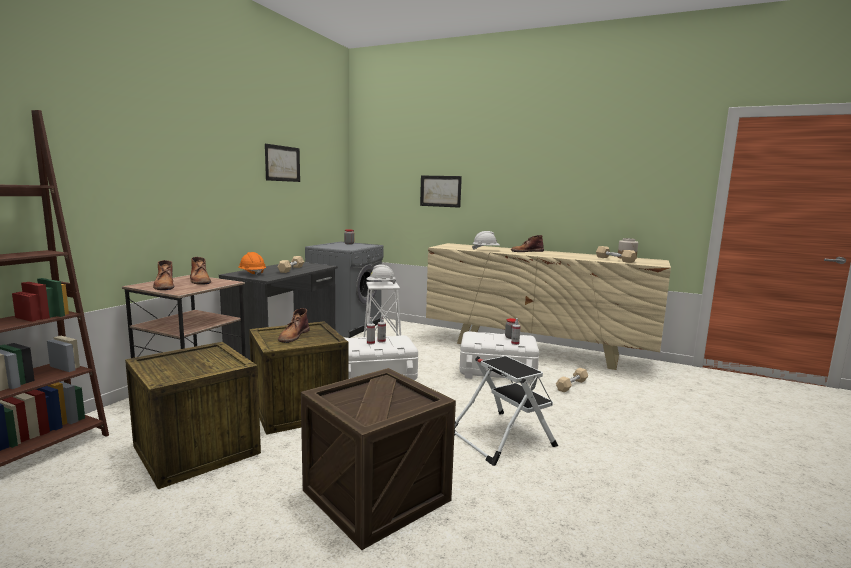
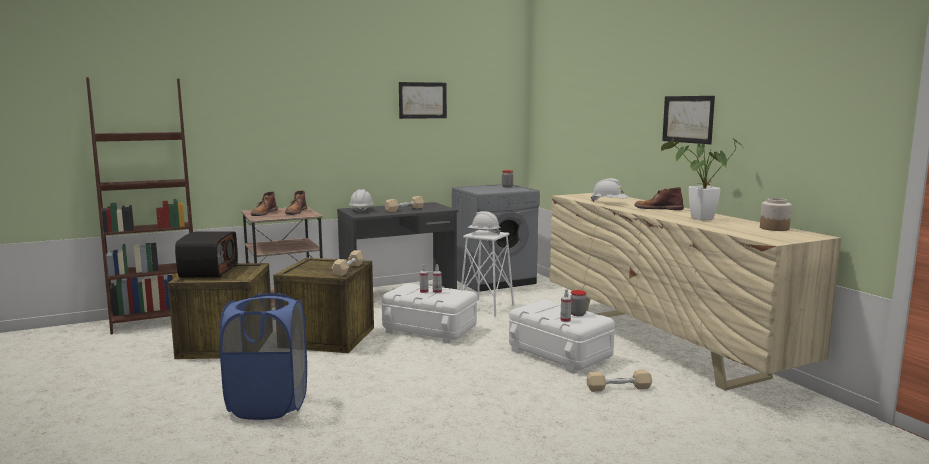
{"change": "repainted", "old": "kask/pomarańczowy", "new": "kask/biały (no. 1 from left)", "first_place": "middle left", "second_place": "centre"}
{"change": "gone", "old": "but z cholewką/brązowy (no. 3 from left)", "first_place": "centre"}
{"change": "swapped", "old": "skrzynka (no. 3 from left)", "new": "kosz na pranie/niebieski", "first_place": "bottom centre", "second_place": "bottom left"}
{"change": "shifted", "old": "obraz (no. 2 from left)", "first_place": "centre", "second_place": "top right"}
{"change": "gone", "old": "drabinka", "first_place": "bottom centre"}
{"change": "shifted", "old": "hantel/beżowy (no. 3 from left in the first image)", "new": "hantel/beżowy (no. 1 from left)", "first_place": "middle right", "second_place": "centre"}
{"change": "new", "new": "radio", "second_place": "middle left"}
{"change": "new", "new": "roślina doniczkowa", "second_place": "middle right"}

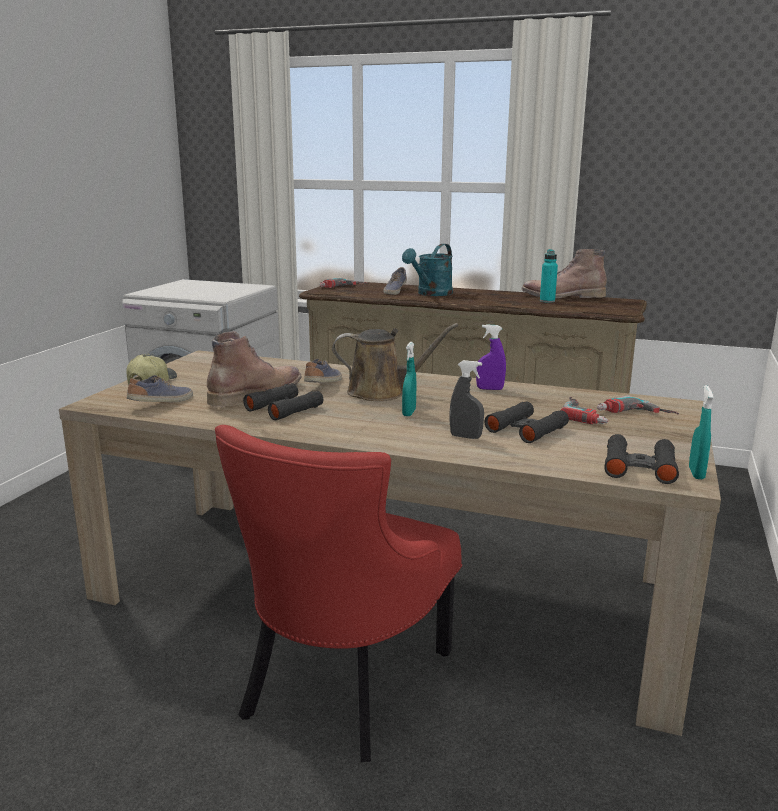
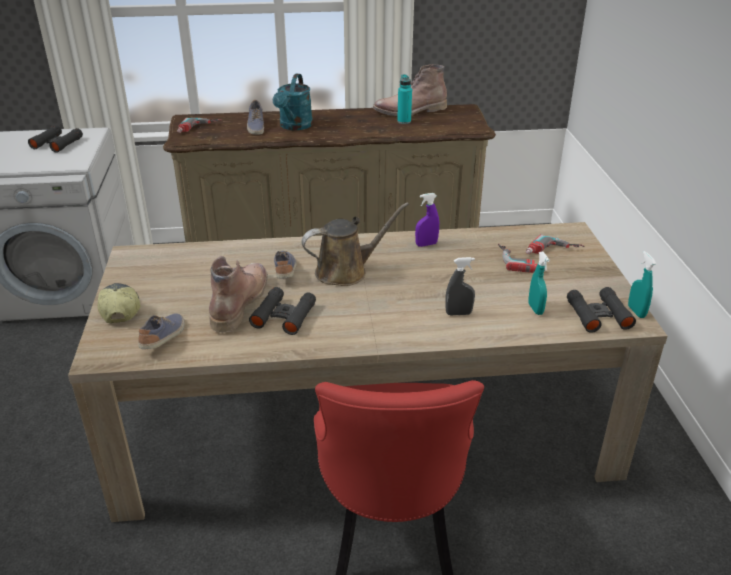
{"change": "shifted", "old": "spryskiwacz/turkusowy (no. 1 from left)", "first_place": "centre", "second_place": "middle right"}
{"change": "shifted", "old": "lornetka/czarny (no. 2 from left in the first image)", "new": "lornetka/czarny (no. 1 from left)", "first_place": "middle right", "second_place": "top left"}

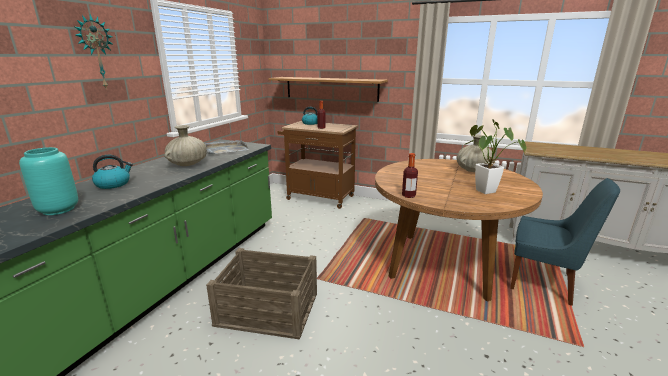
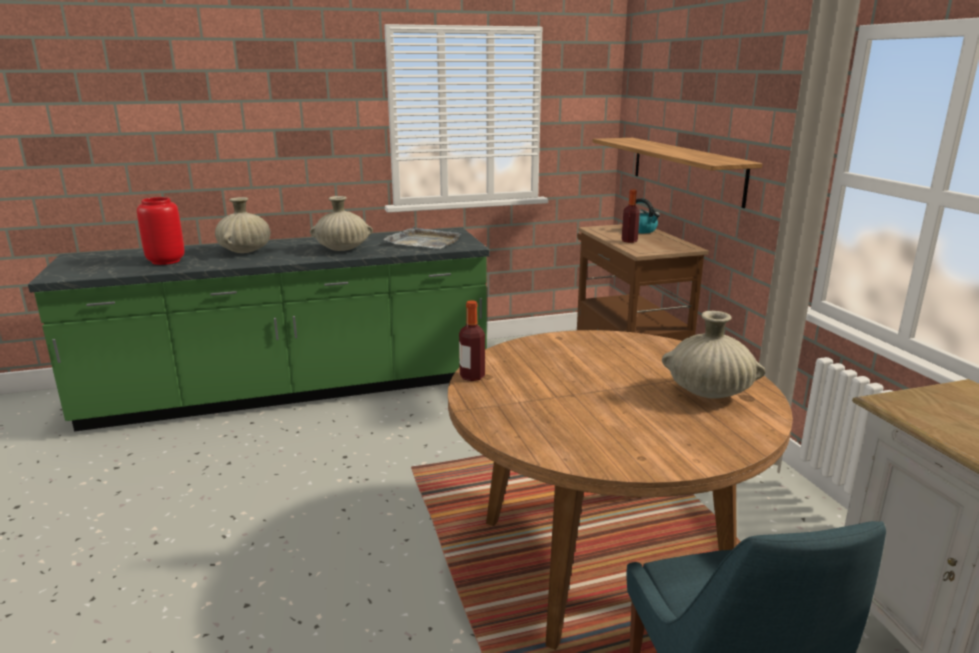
{"change": "repainted", "old": "wazon/turkusowy", "new": "wazon/czerwony", "first_place": "middle left", "second_place": "middle left"}
{"change": "gone", "old": "zegar ścienny", "first_place": "top left"}
{"change": "swapped", "old": "czajnik (no. 1 from left)", "new": "wazon/beżowy (no. 1 from left)", "first_place": "middle left", "second_place": "middle left"}
{"change": "gone", "old": "skrzynka", "first_place": "bottom centre"}
{"change": "gone", "old": "roślina doniczkowa", "first_place": "middle right"}

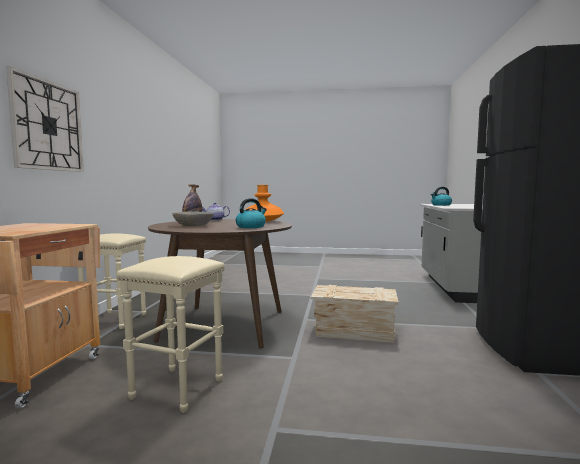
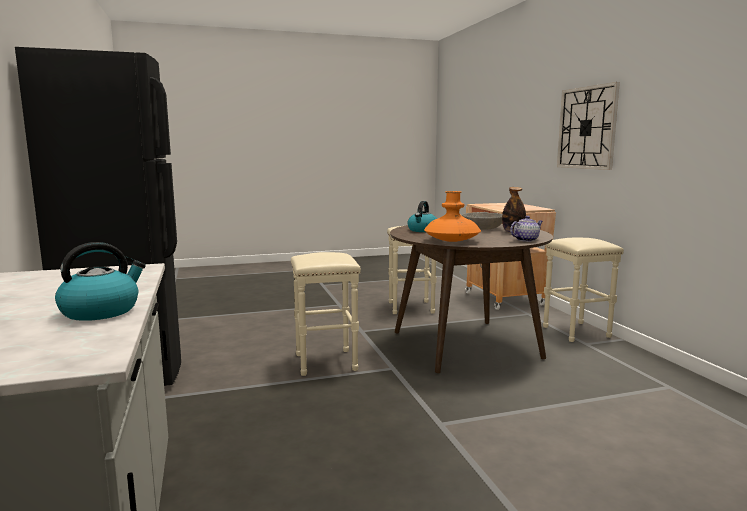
{"change": "swapped", "old": "skrzynka", "new": "stołek/beżowy (no. 1 from left)", "first_place": "bottom centre", "second_place": "centre"}

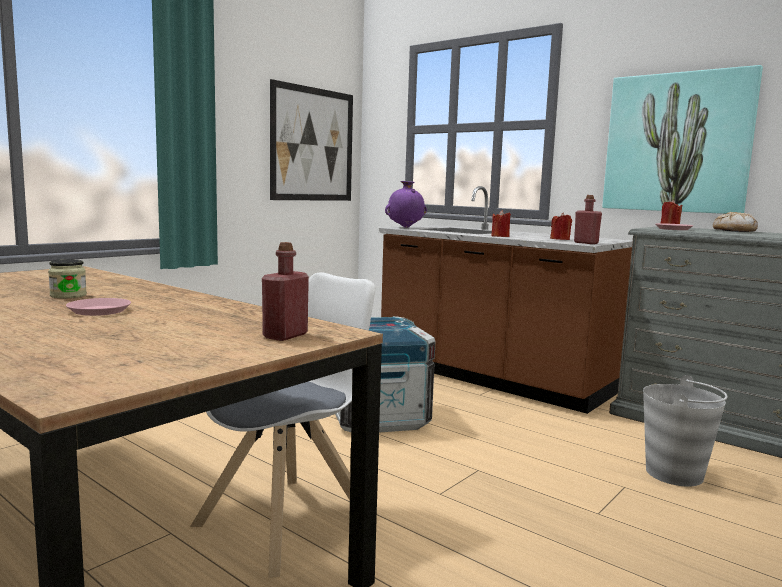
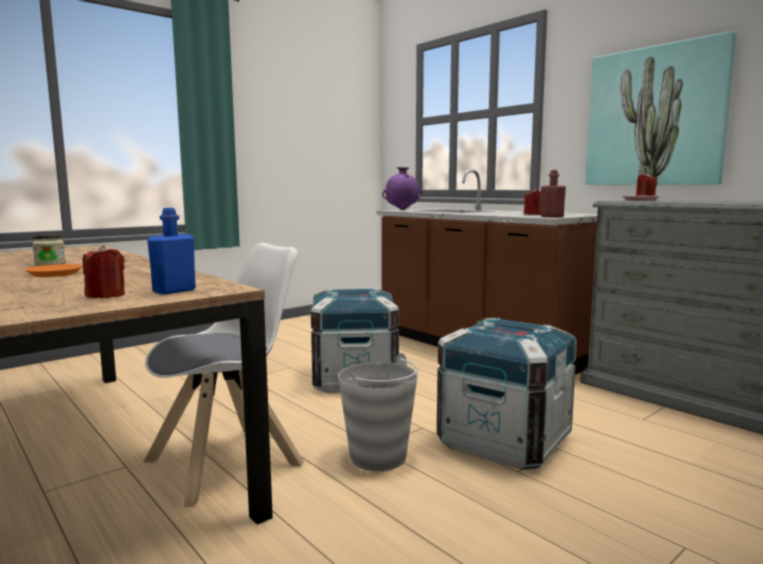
{"change": "repainted", "old": "talerz/różowy (no. 1 from left)", "new": "talerz/pomarańczowy", "first_place": "middle left", "second_place": "middle left"}
{"change": "repainted", "old": "butelka/czerwony (no. 1 from left)", "new": "butelka/niebieski", "first_place": "centre", "second_place": "middle left"}
{"change": "gone", "old": "obraz (no. 1 from left)", "first_place": "top centre"}
{"change": "shifted", "old": "świeca/czerwony (no. 1 from left)", "first_place": "centre", "second_place": "middle left"}
{"change": "shifted", "old": "wiadro/szary", "first_place": "bottom right", "second_place": "bottom centre"}
{"change": "gone", "old": "chleb", "first_place": "middle right"}
{"change": "new", "new": "skrzynka (no. 2 from left)", "second_place": "bottom centre"}

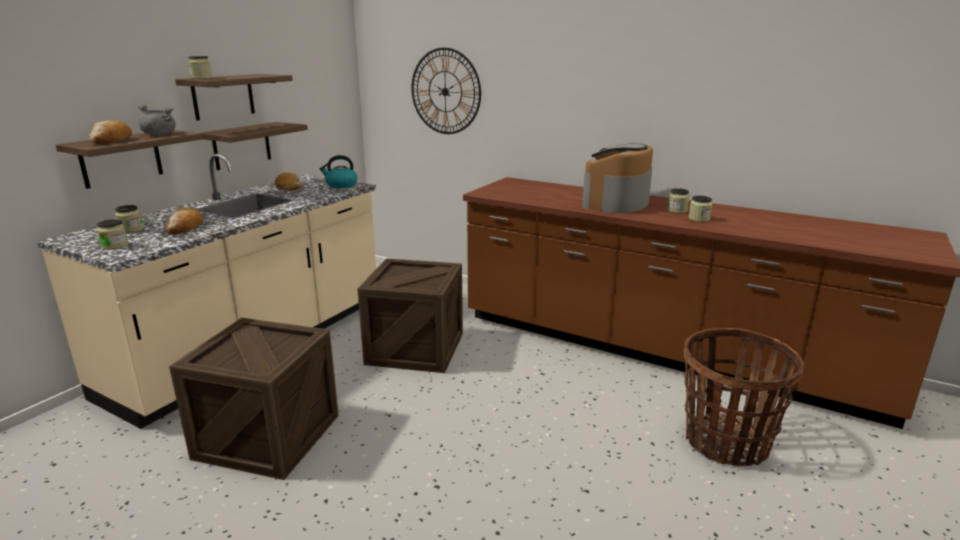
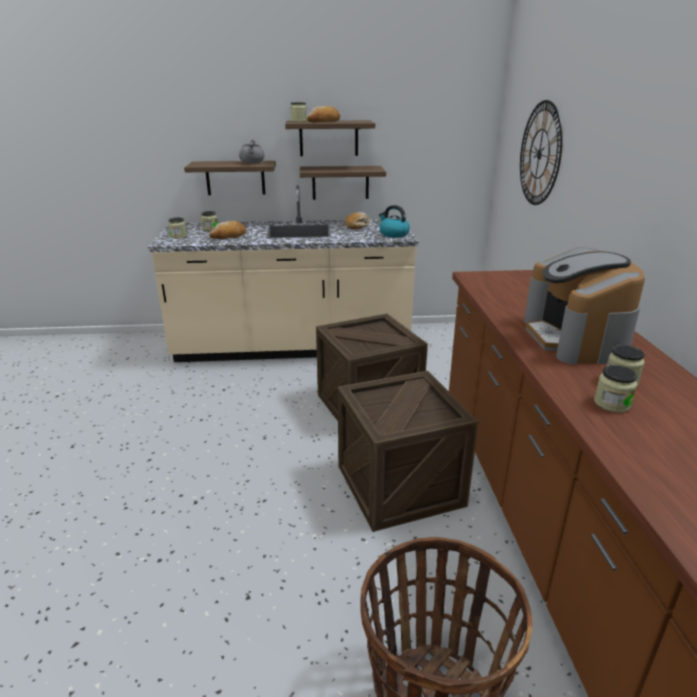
{"change": "shifted", "old": "chleb (no. 1 from left in the first image)", "new": "chleb (no. 2 from left)", "first_place": "top left", "second_place": "top centre"}
{"change": "shifted", "old": "skrzynka (no. 1 from left in the first image)", "new": "skrzynka (no. 2 from left)", "first_place": "bottom left", "second_place": "centre"}
{"change": "rotated", "old": "ekspres do kawy", "first_place": "top centre", "second_place": "middle right", "degrees": -90}

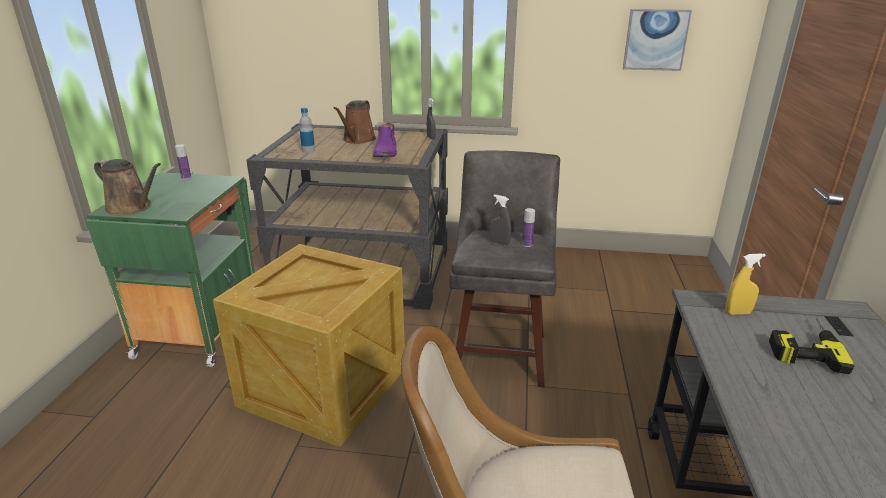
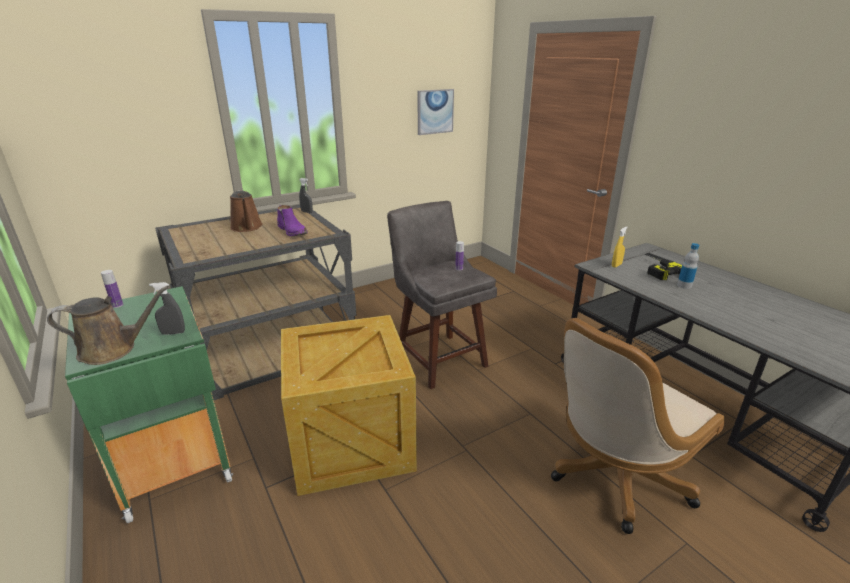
{"change": "shifted", "old": "butelka (no. 2 from left in the first image)", "new": "butelka (no. 3 from left)", "first_place": "top centre", "second_place": "middle right"}
{"change": "shifted", "old": "spryskiwacz/szary (no. 2 from left in the first image)", "new": "spryskiwacz/szary (no. 1 from left)", "first_place": "centre", "second_place": "middle left"}

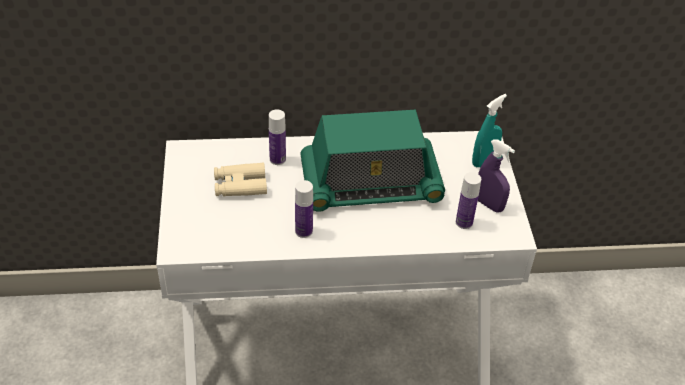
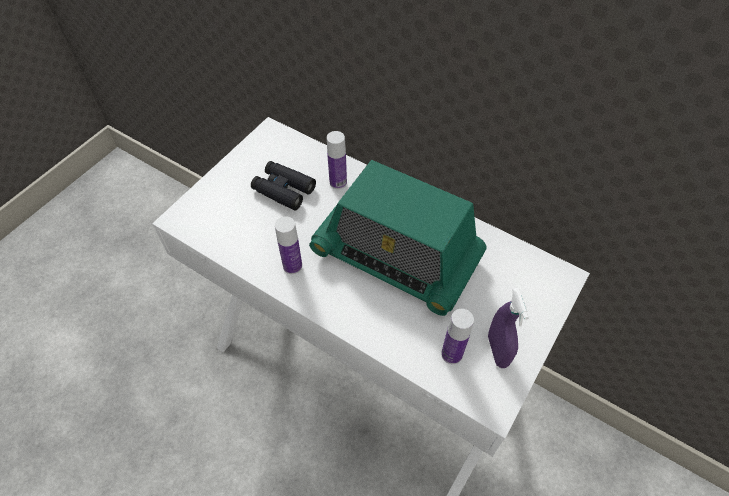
{"change": "repainted", "old": "lornetka/beżowy", "new": "lornetka/czarny", "first_place": "centre", "second_place": "centre"}
{"change": "gone", "old": "spryskiwacz/turkusowy", "first_place": "middle right"}

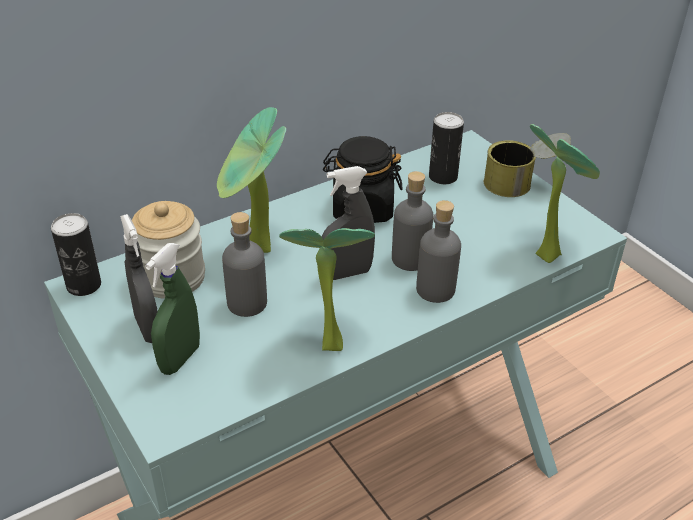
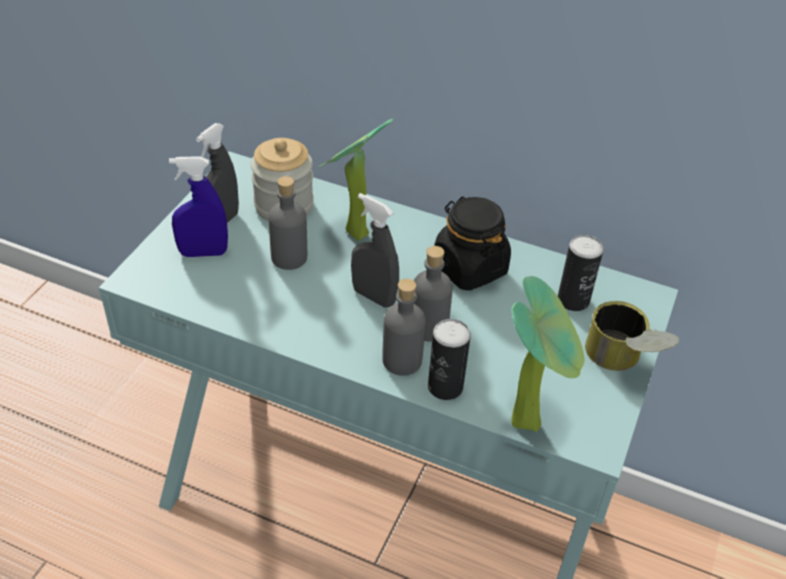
{"change": "shifted", "old": "puszka (no. 1 from left)", "first_place": "middle left", "second_place": "centre"}
{"change": "repainted", "old": "spryskiwacz/zielony", "new": "spryskiwacz/niebieski", "first_place": "middle left", "second_place": "middle left"}
{"change": "gone", "old": "roślina doniczkowa (no. 2 from left)", "first_place": "centre"}

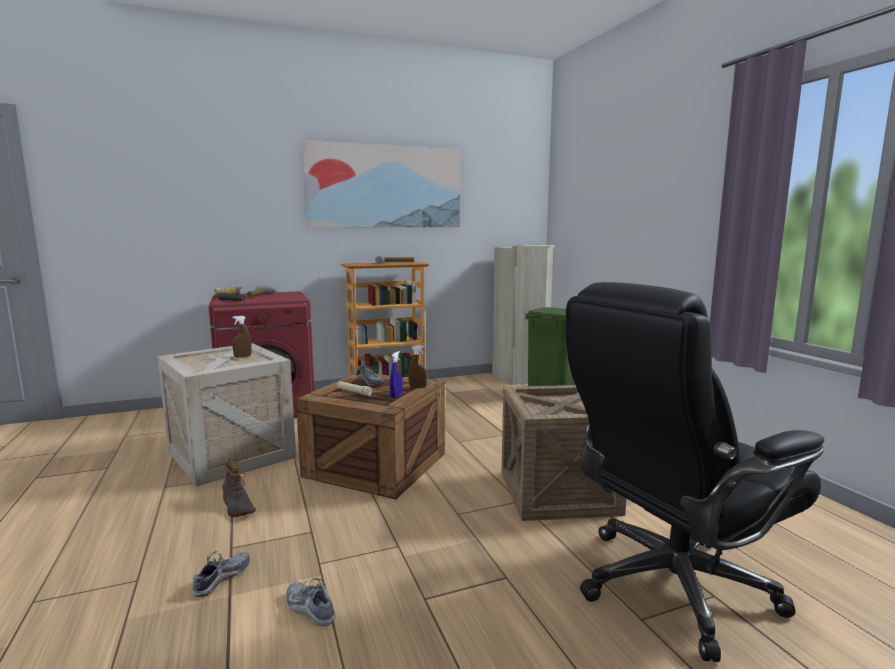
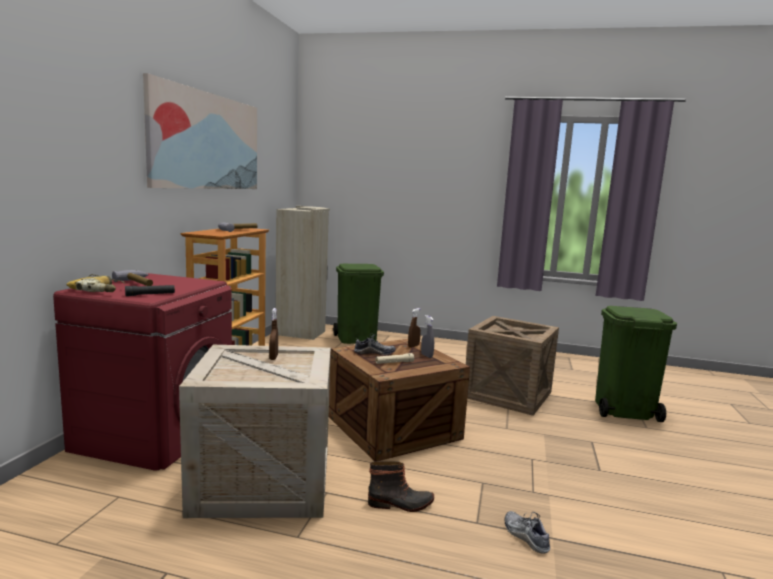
{"change": "gone", "old": "but (no. 2 from left)", "first_place": "bottom centre"}
{"change": "repainted", "old": "spryskiwacz/niebieski", "new": "spryskiwacz/szary", "first_place": "centre", "second_place": "centre"}
{"change": "swapped", "old": "krzesło biurowe/czarny", "new": "kosz na śmieci/zielony (no. 2 from left)", "first_place": "bottom right", "second_place": "middle right"}

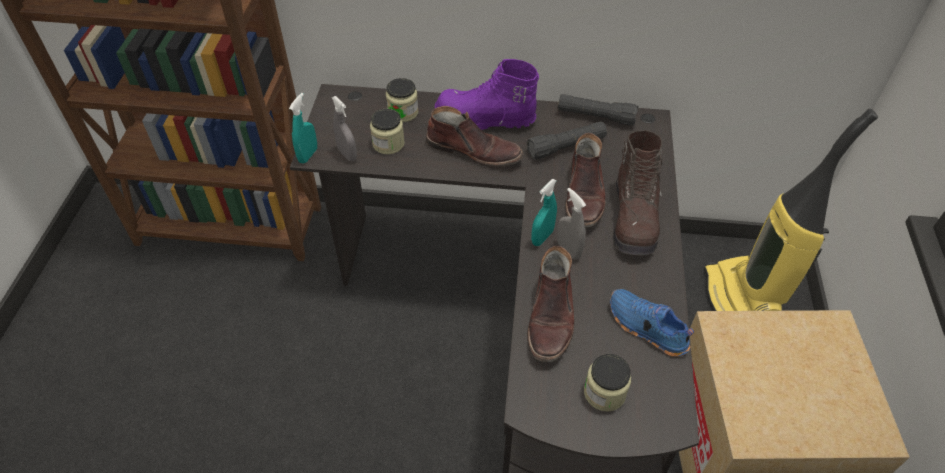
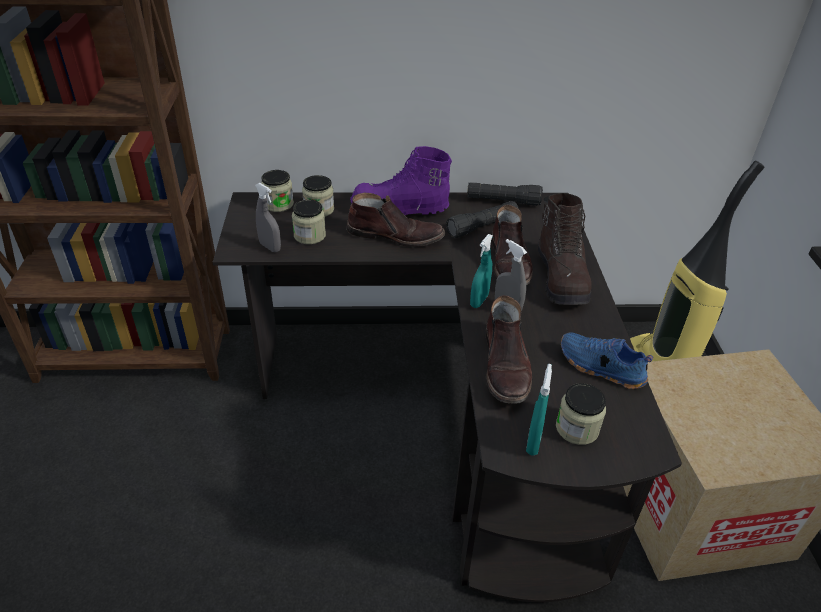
{"change": "shifted", "old": "spryskiwacz/turkusowy (no. 1 from left in the first image)", "new": "spryskiwacz/turkusowy (no. 2 from left)", "first_place": "top left", "second_place": "bottom centre"}
{"change": "new", "new": "słoik (no. 1 from left)", "second_place": "top centre"}

